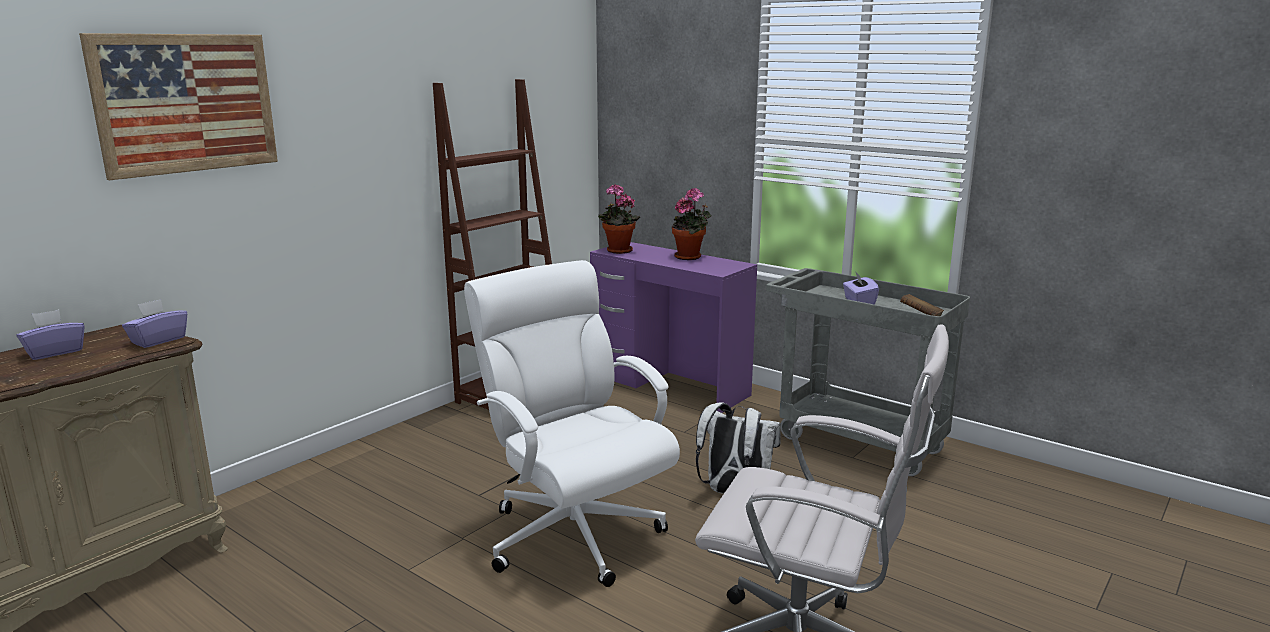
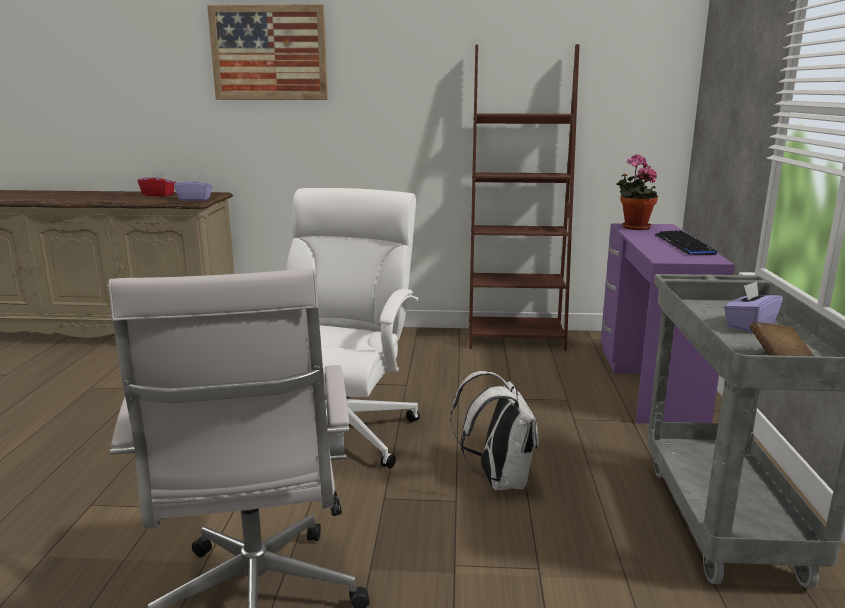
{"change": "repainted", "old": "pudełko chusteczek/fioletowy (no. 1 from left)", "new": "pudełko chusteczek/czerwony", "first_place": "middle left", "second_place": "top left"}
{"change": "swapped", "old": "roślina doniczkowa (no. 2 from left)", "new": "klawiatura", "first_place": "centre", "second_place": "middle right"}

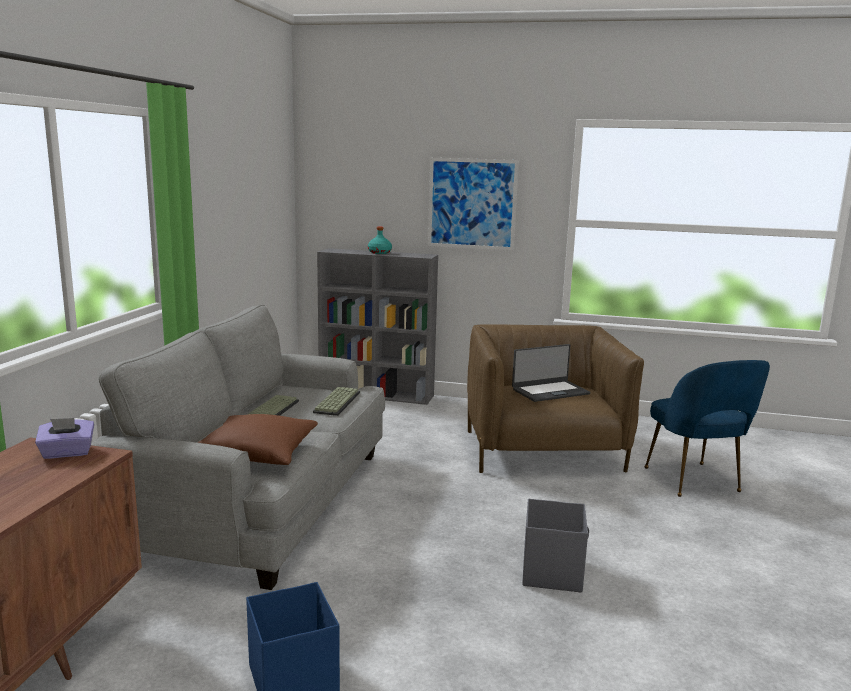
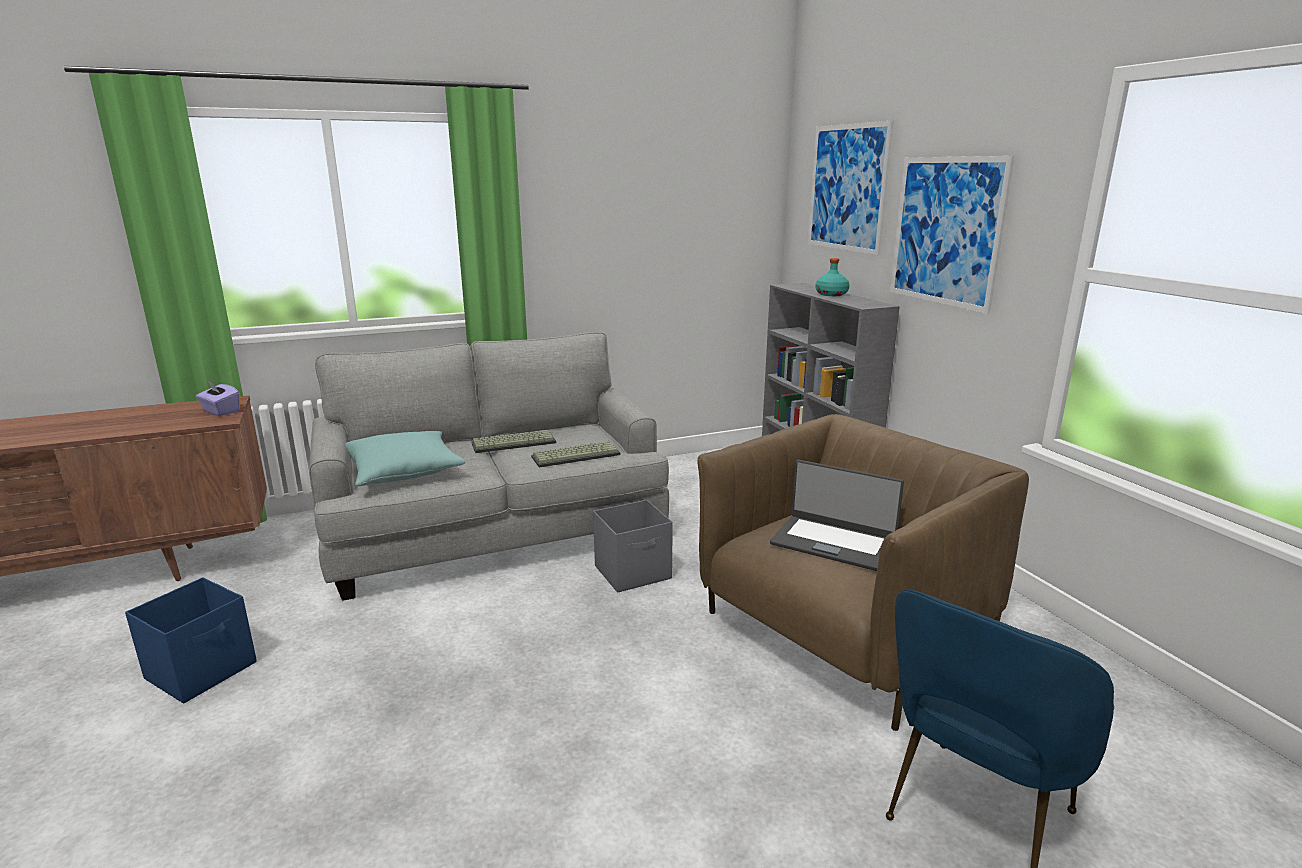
{"change": "repainted", "old": "poduszka/brązowy", "new": "poduszka/turkusowy", "first_place": "middle left", "second_place": "middle left"}
{"change": "shifted", "old": "pojemnik do przechowywania/szary", "first_place": "bottom centre", "second_place": "centre"}
{"change": "new", "new": "obraz (no. 1 from left)", "second_place": "top centre"}

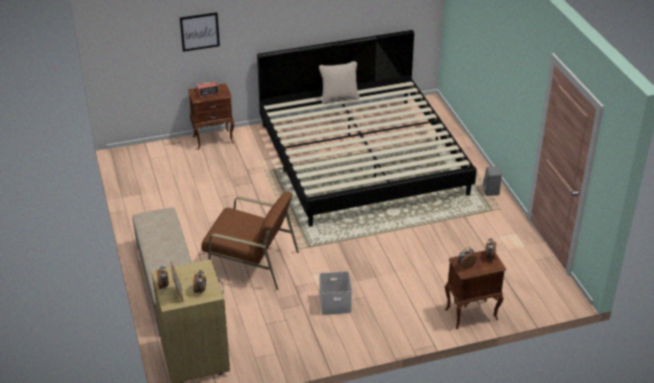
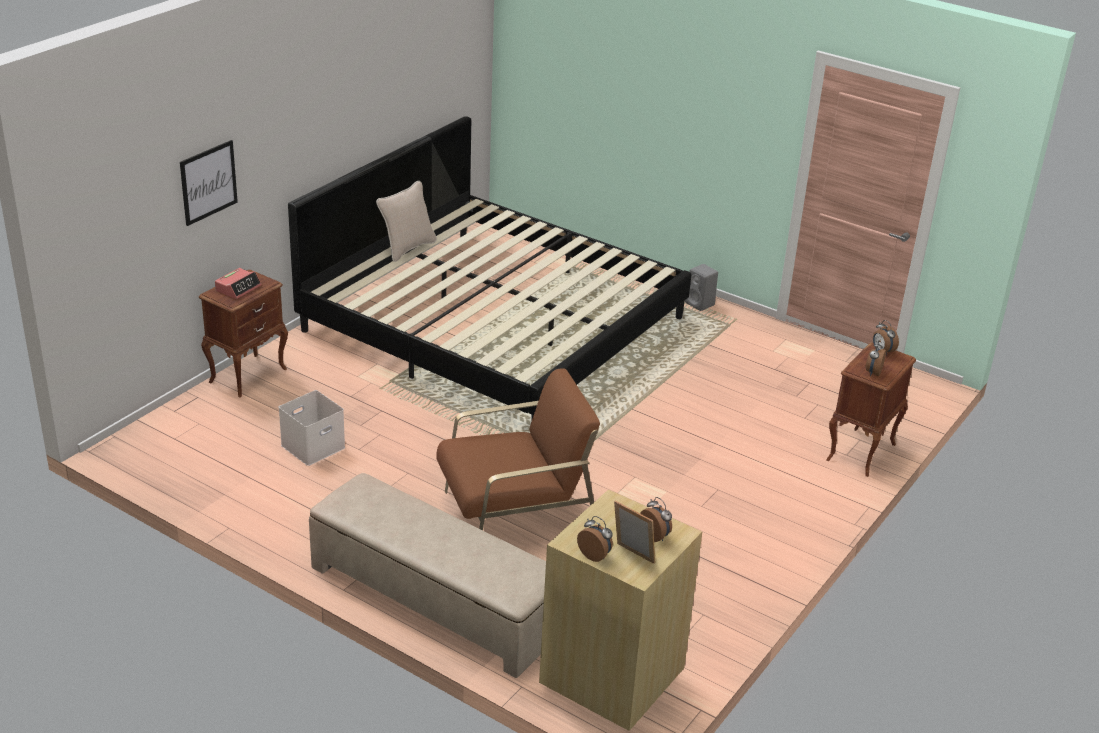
{"change": "shifted", "old": "pojemnik do przechowywania/biały", "first_place": "bottom centre", "second_place": "middle left"}

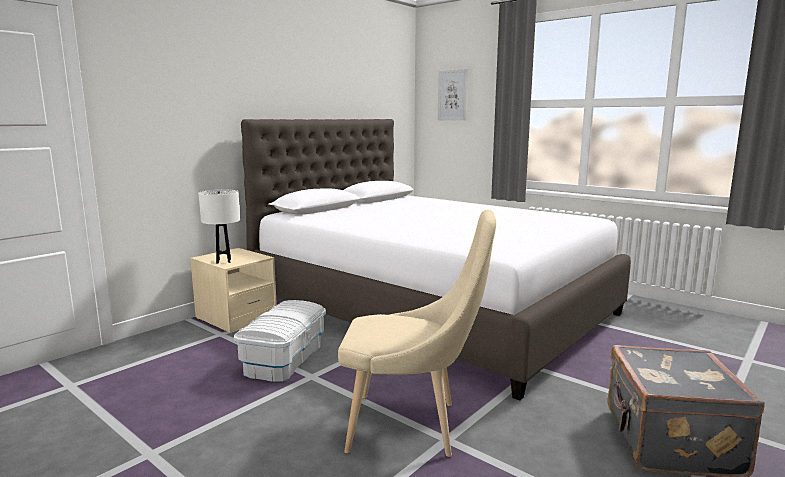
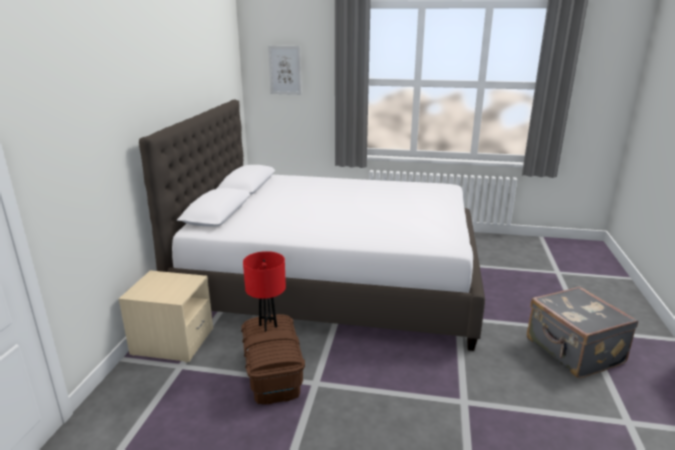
{"change": "gone", "old": "lampa stołowa/biały", "first_place": "middle left"}
{"change": "repainted", "old": "pojemnik do przechowywania/biały", "new": "pojemnik do przechowywania/brązowy", "first_place": "bottom centre", "second_place": "bottom centre"}
{"change": "gone", "old": "krzesło/beżowy", "first_place": "bottom centre"}
{"change": "new", "new": "lampa stołowa/czerwony", "second_place": "centre"}

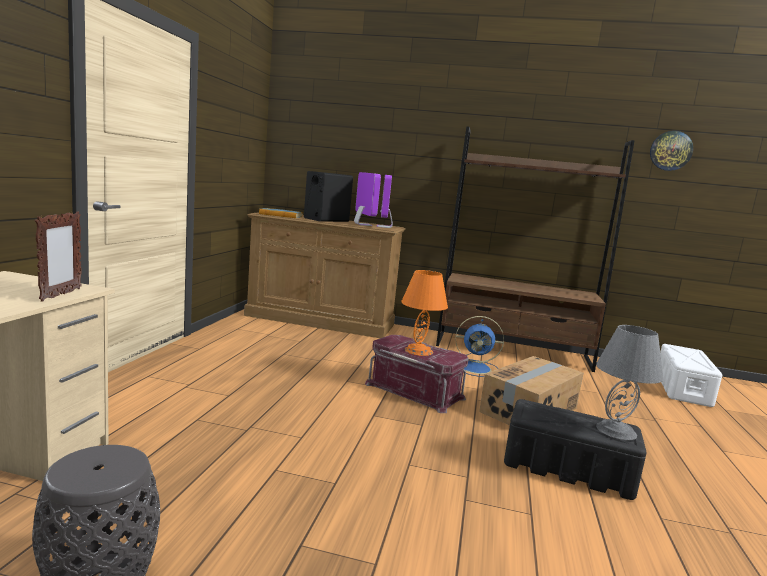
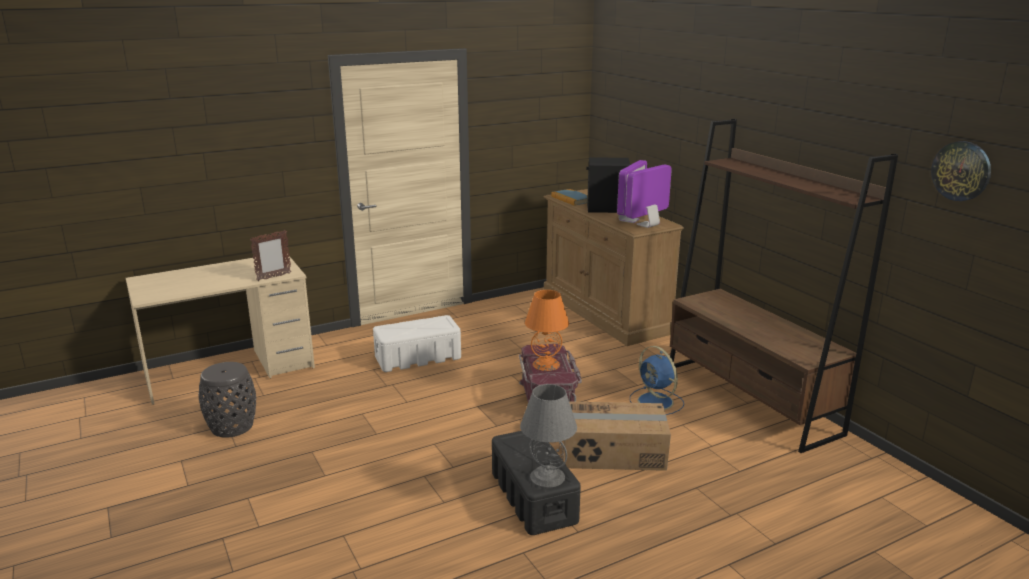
{"change": "shifted", "old": "pojemnik do przechowywania/biały", "first_place": "middle right", "second_place": "centre"}

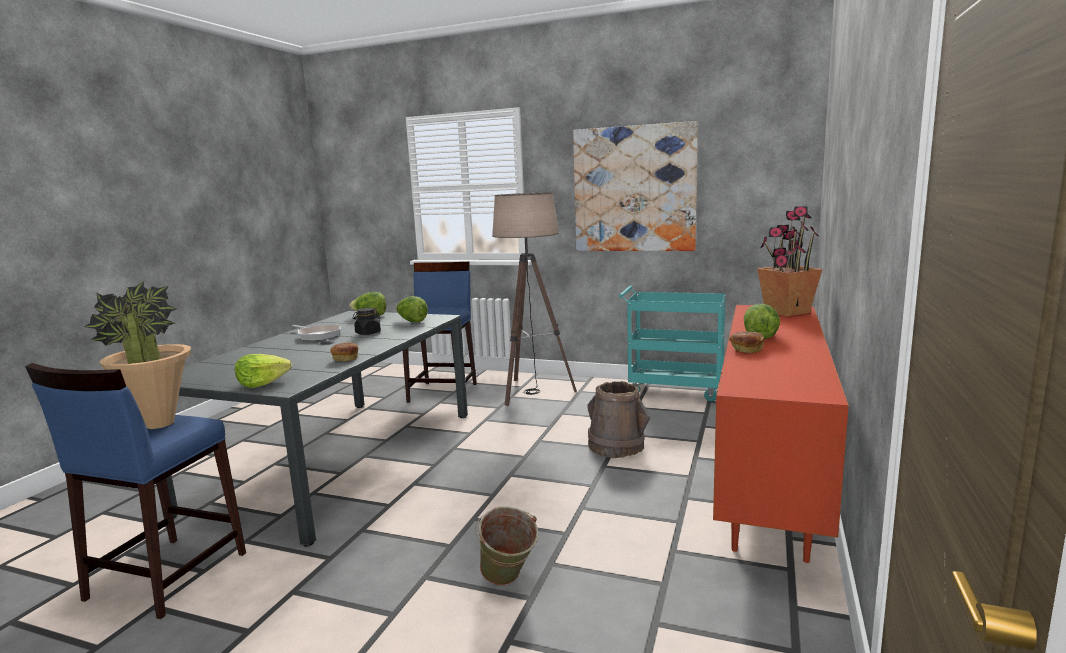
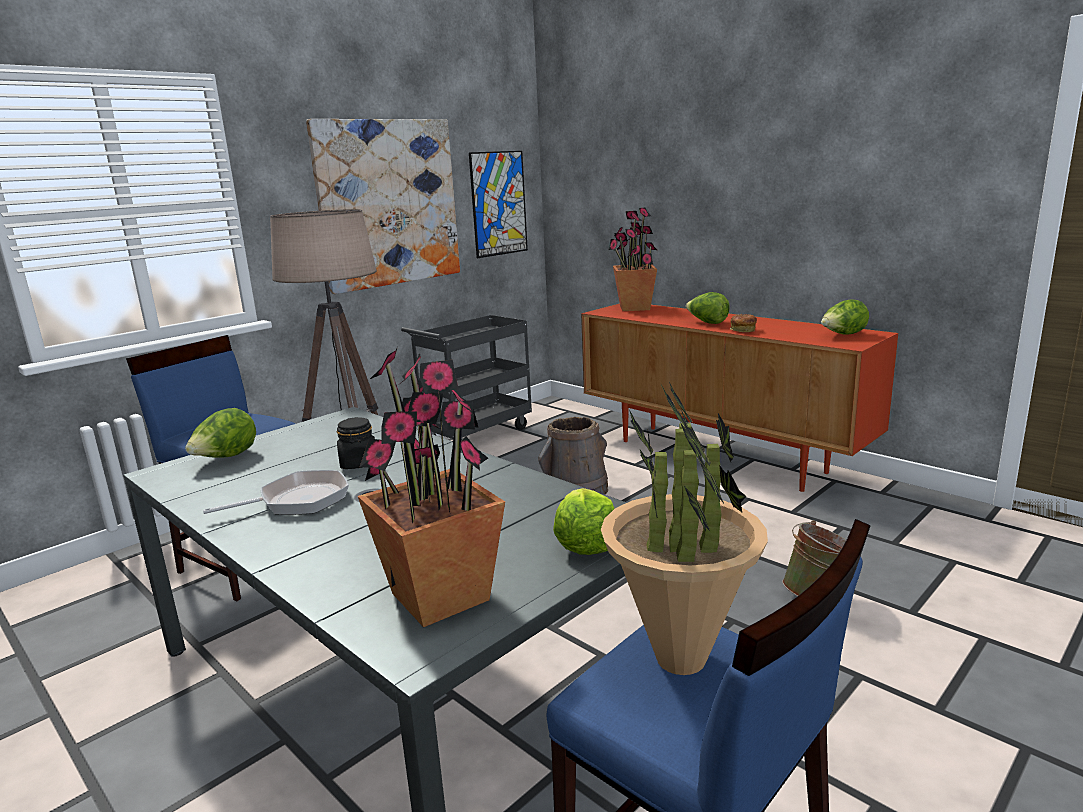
{"change": "gone", "old": "chleb (no. 1 from left)", "first_place": "middle left"}
{"change": "shifted", "old": "sałata (no. 3 from left in the first image)", "new": "sałata (no. 4 from left)", "first_place": "centre", "second_place": "middle right"}
{"change": "repainted", "old": "wózek/turkusowy", "new": "wózek/szary", "first_place": "centre", "second_place": "centre"}
{"change": "new", "new": "roślina doniczkowa (no. 1 from left)", "second_place": "centre"}
{"change": "new", "new": "obraz (no. 2 from left)", "second_place": "top centre"}

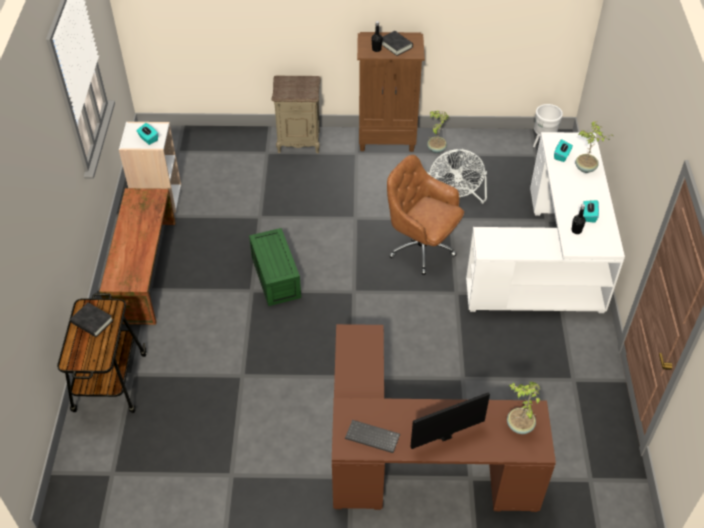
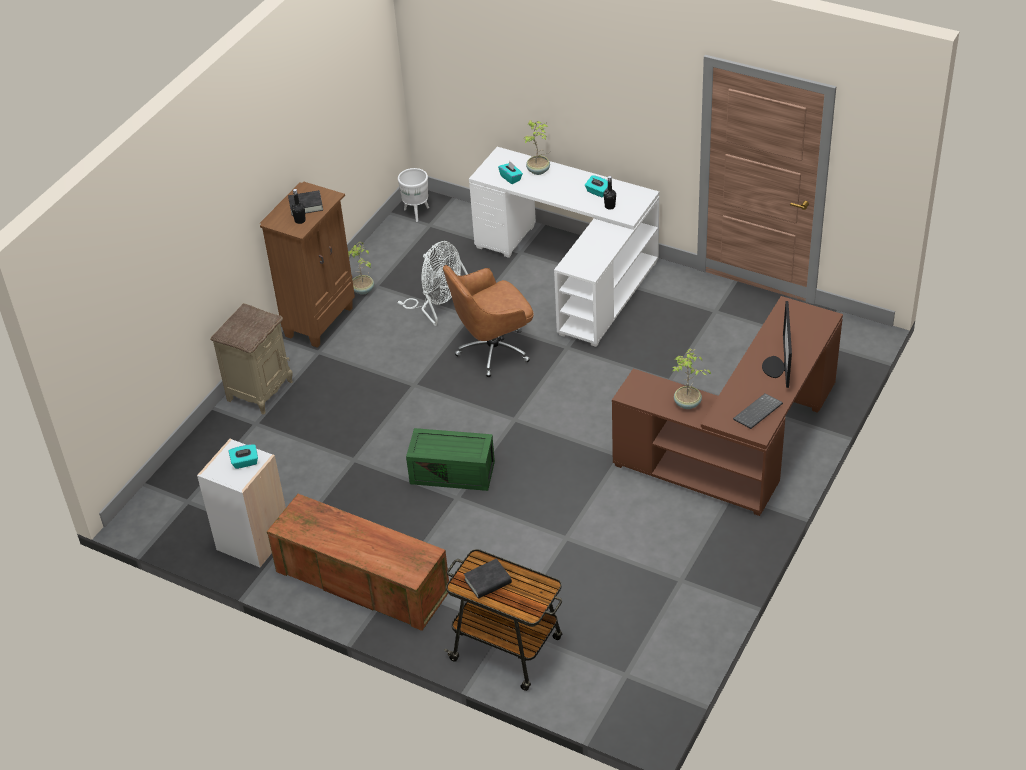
{"change": "shifted", "old": "roślina doniczkowa (no. 2 from left in the first image)", "new": "roślina doniczkowa (no. 3 from left)", "first_place": "bottom right", "second_place": "middle right"}

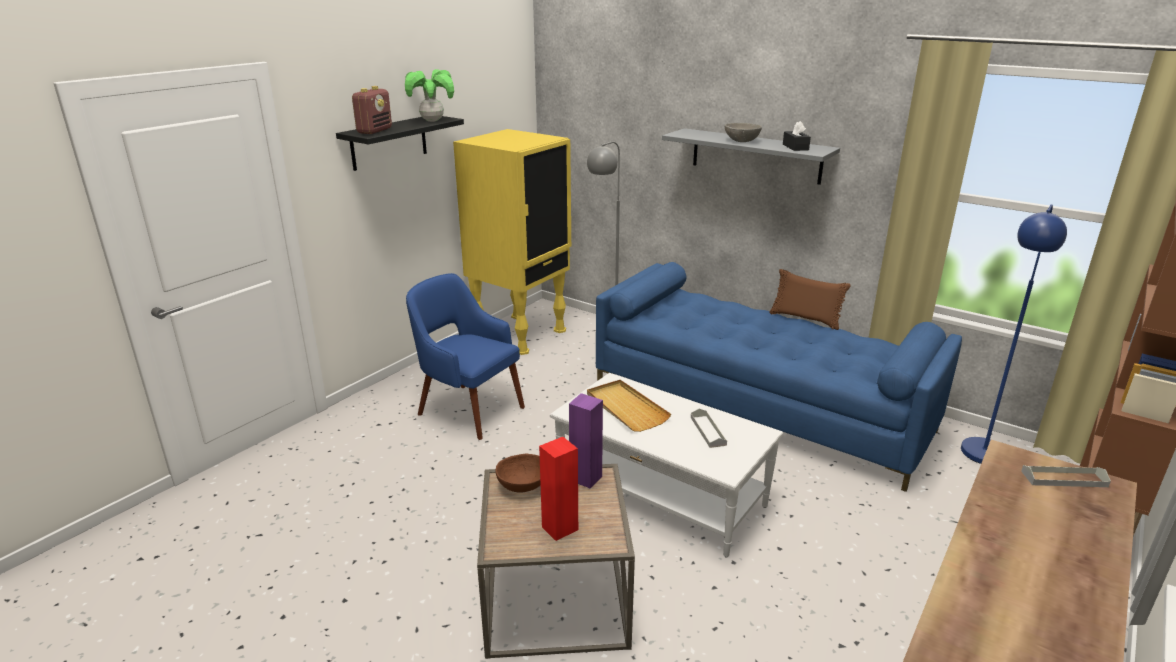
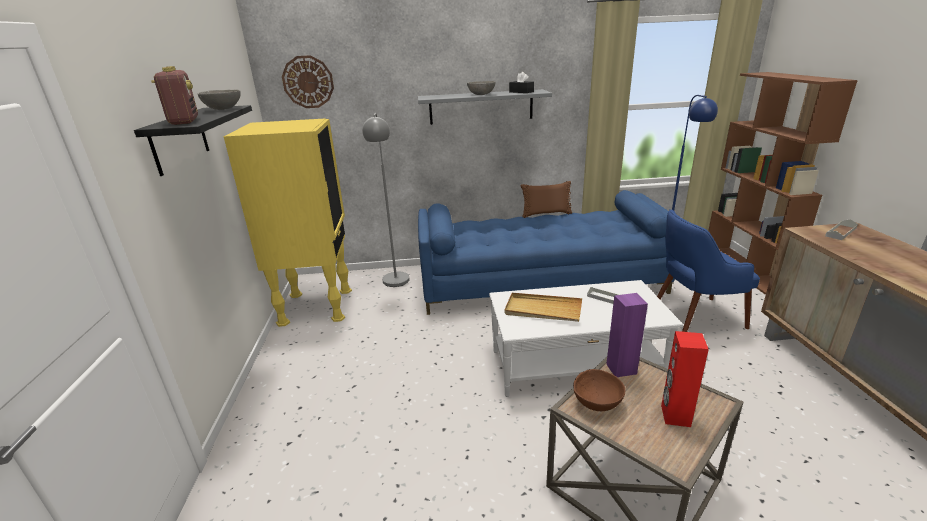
{"change": "swapped", "old": "roślina doniczkowa", "new": "miska/szary (no. 1 from left)", "first_place": "top centre", "second_place": "top left"}
{"change": "shifted", "old": "fotel/niebieski", "first_place": "centre", "second_place": "middle right"}
{"change": "new", "new": "zegar ścienny", "second_place": "top left"}

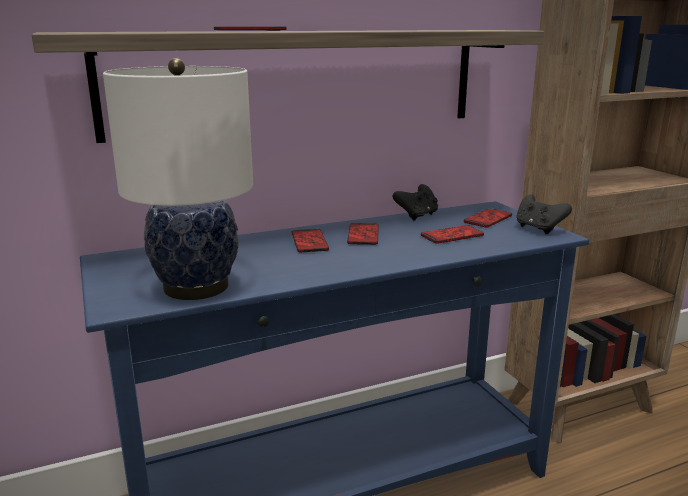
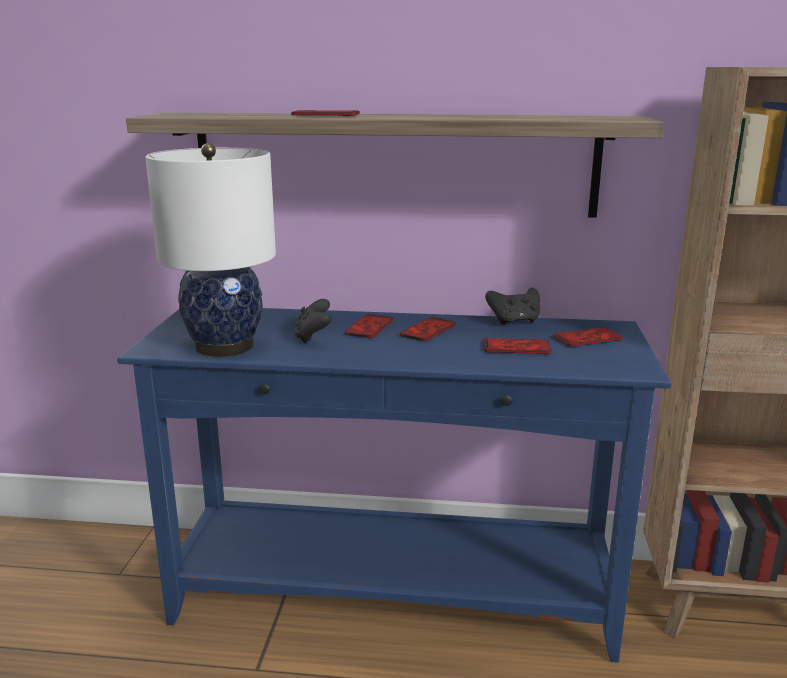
{"change": "shifted", "old": "pad do gier/czarny (no. 2 from left in the first image)", "new": "pad do gier/czarny (no. 1 from left)", "first_place": "middle right", "second_place": "centre"}

